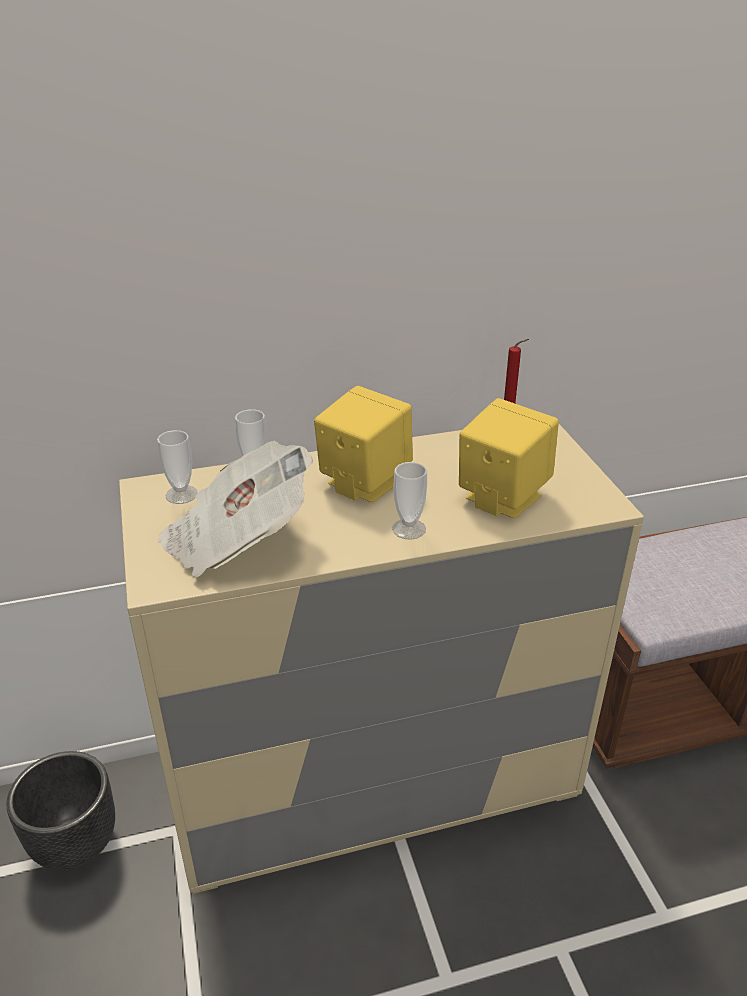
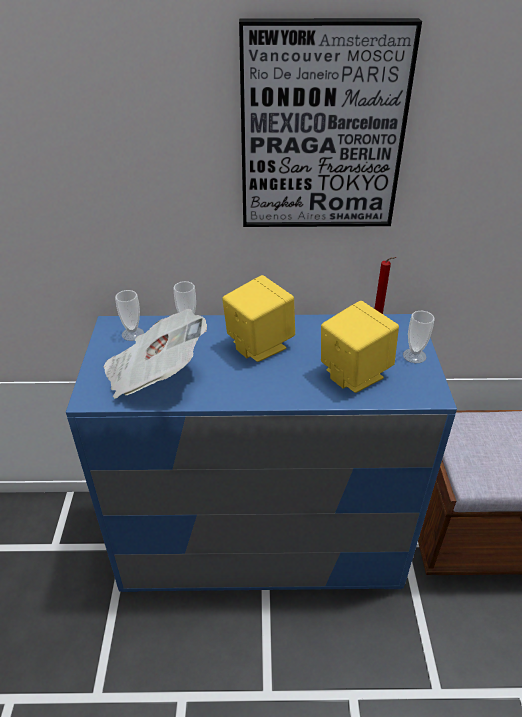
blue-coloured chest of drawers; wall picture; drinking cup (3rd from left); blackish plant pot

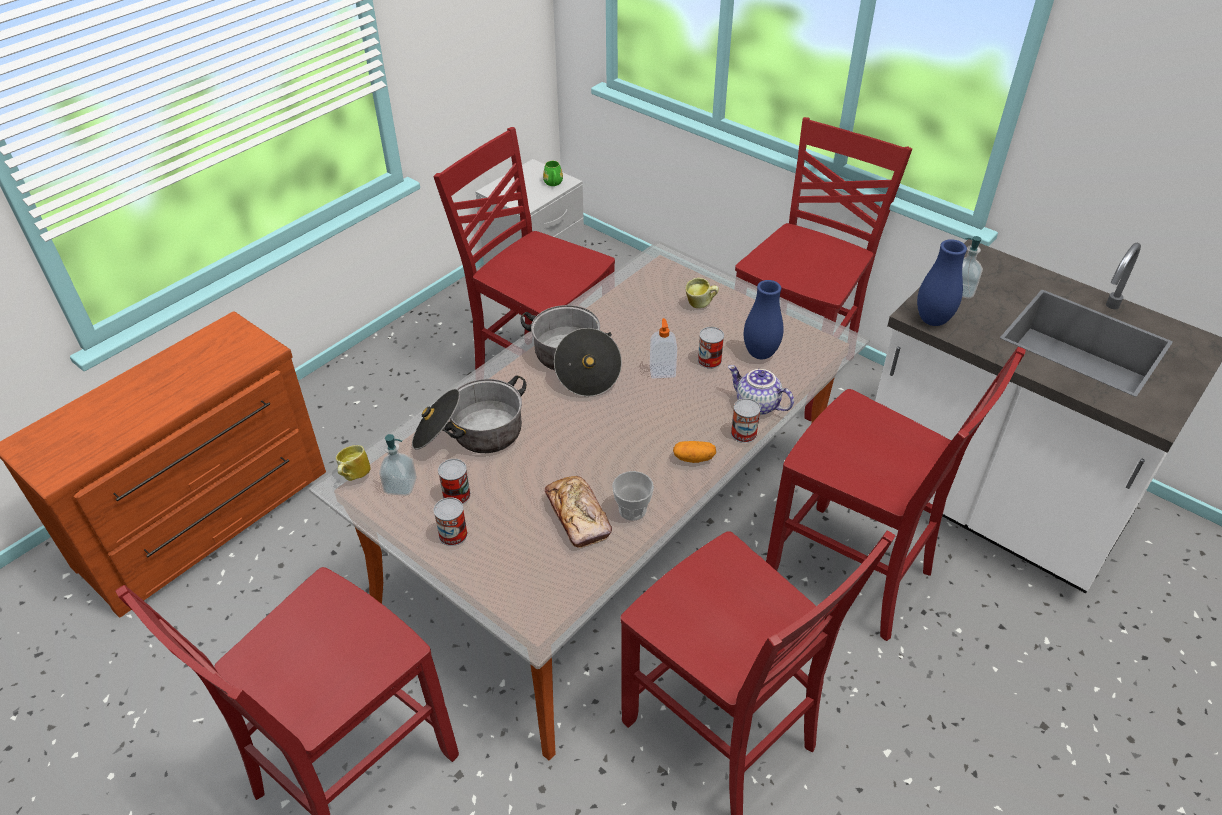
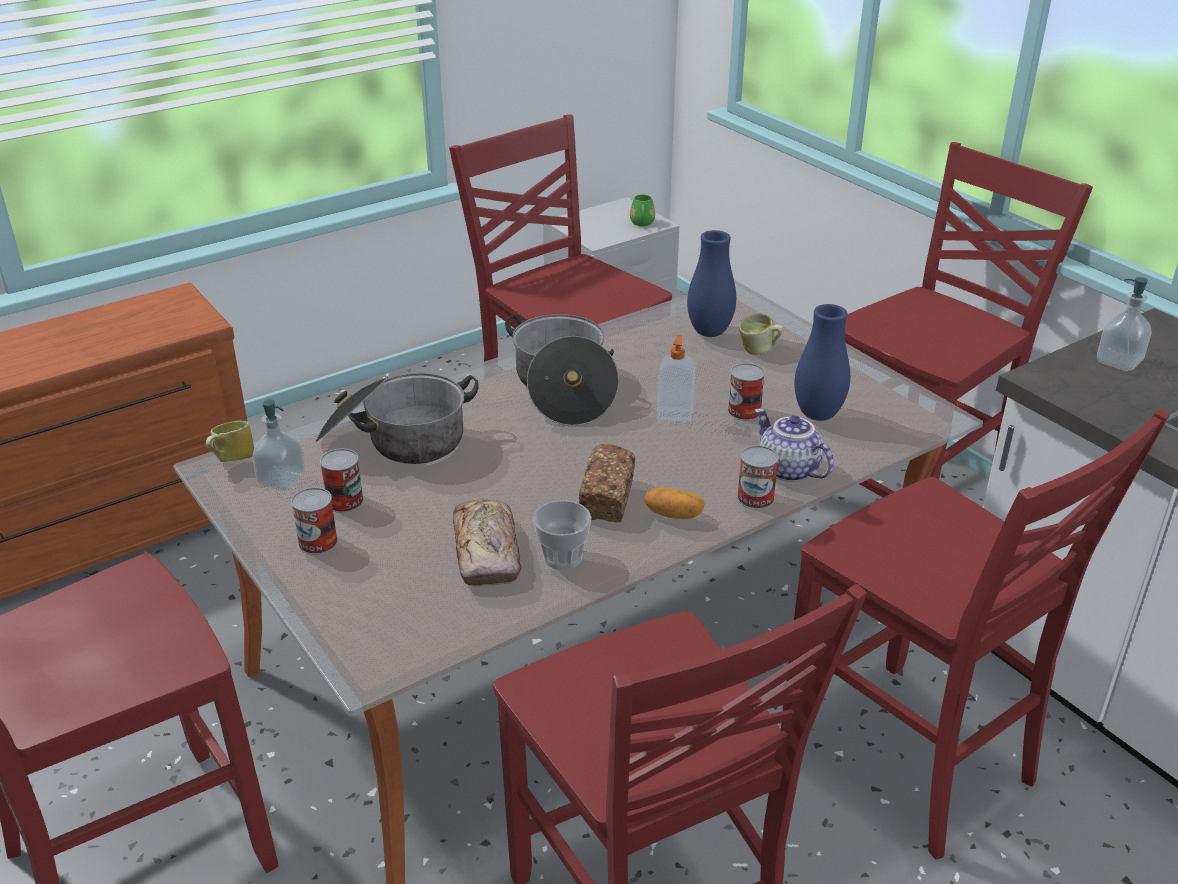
bread (2nd from left); blue-coloured vase (1st from left)

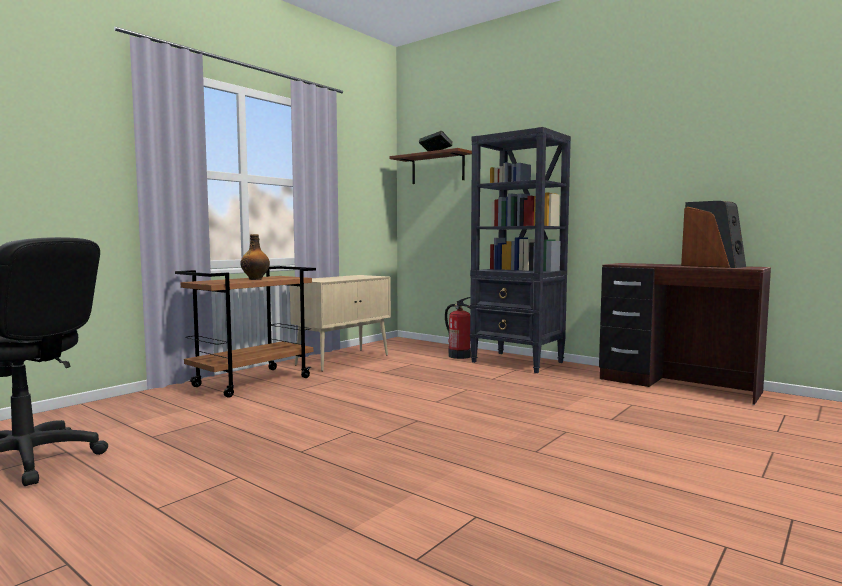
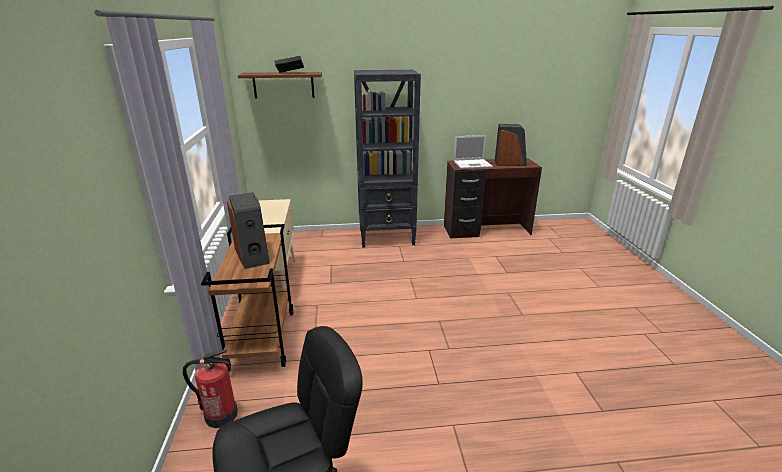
fire extinguisher; audio speaker (1st from left); notebook computer

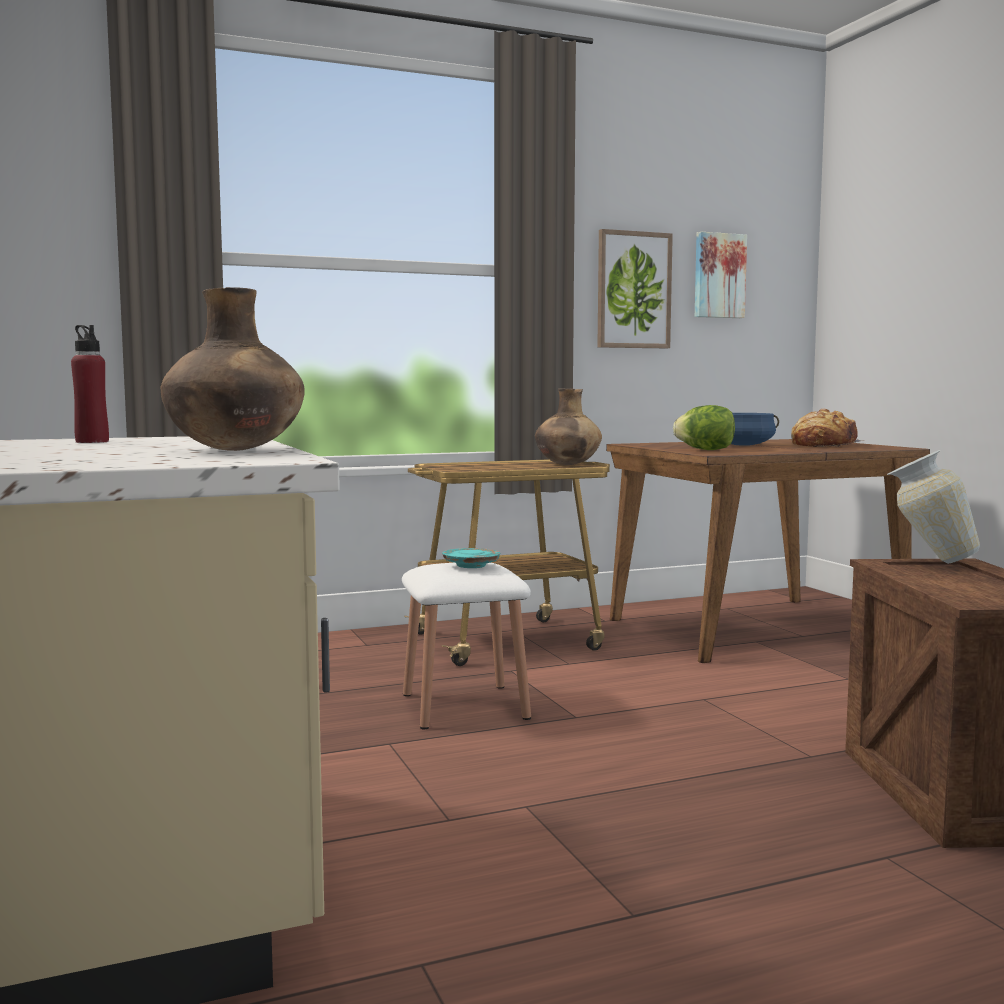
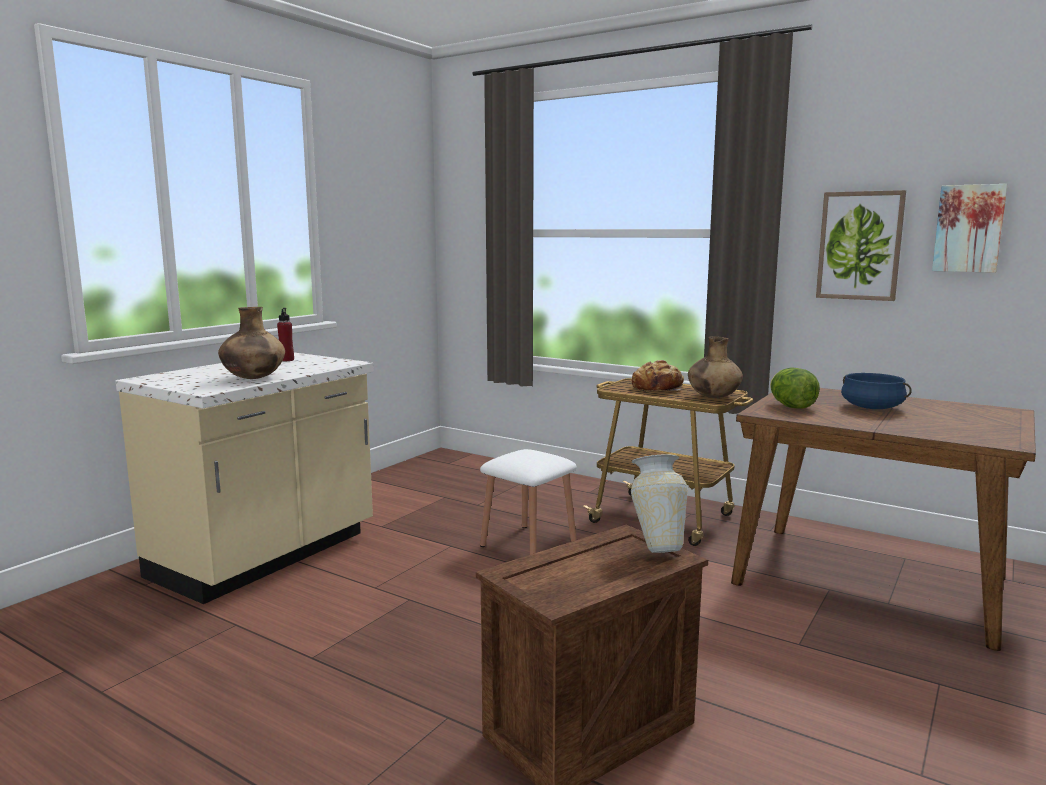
bread; turquoise-coloured dinner plate

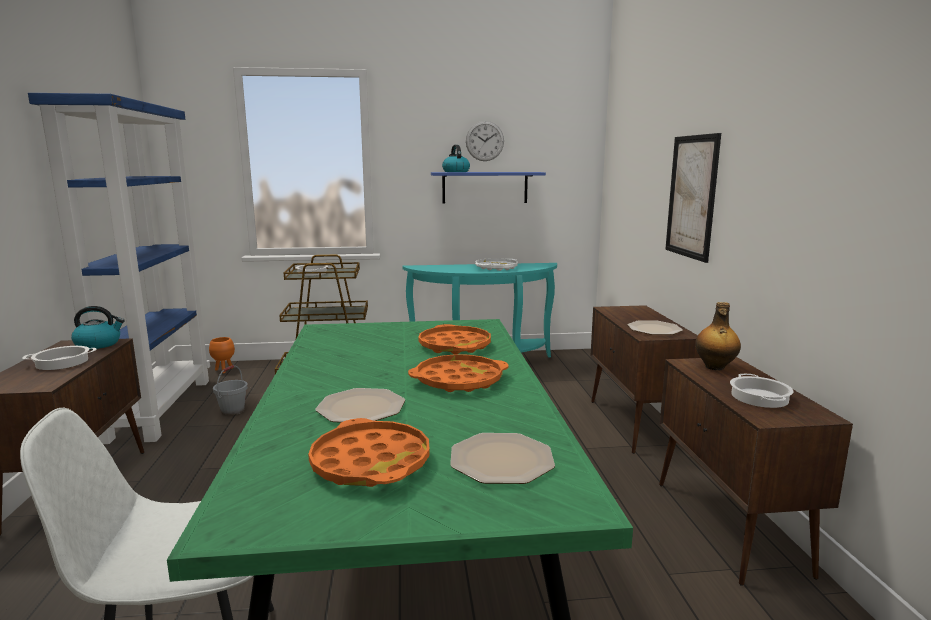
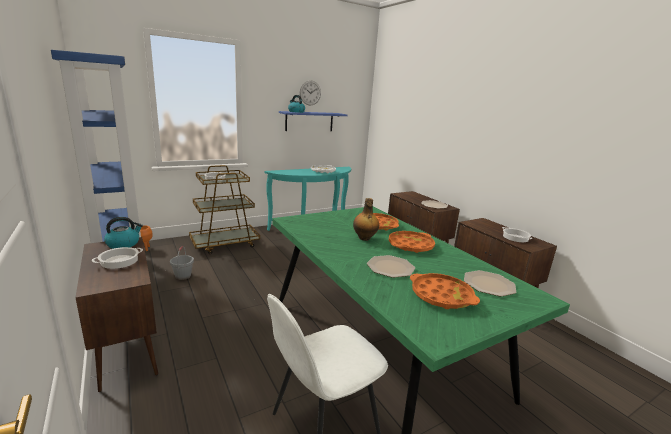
drink bottle; wall picture

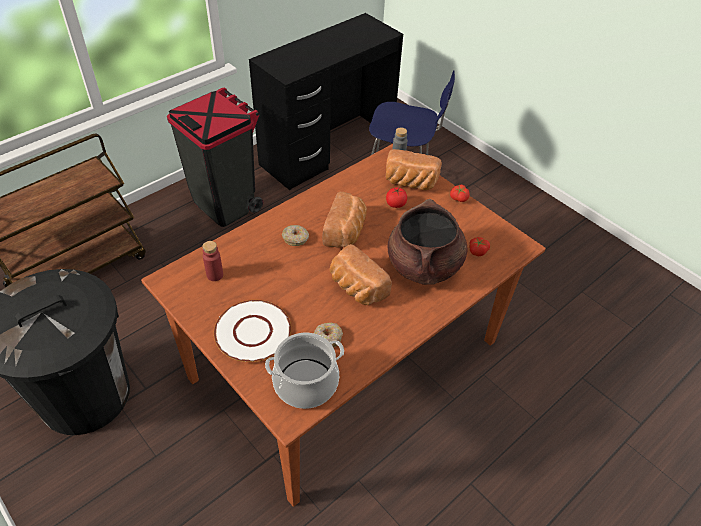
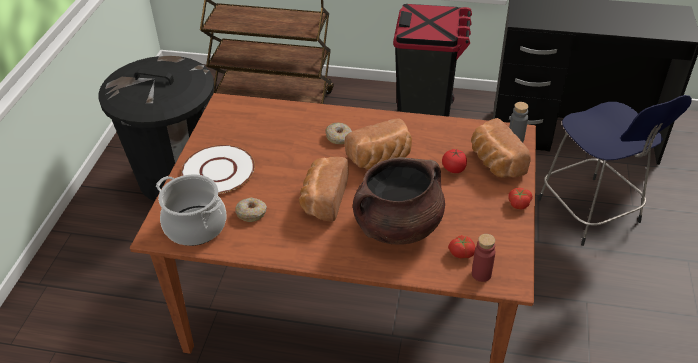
reddish drink bottle

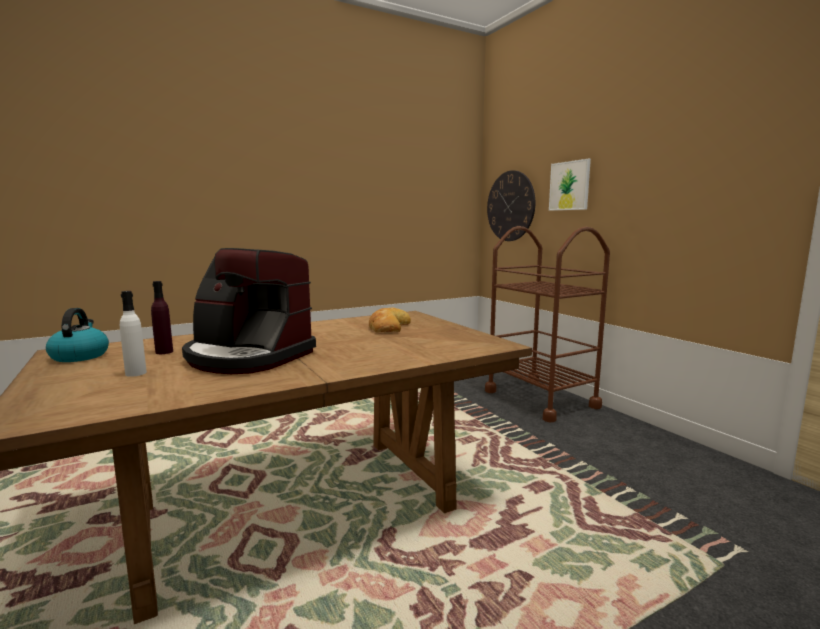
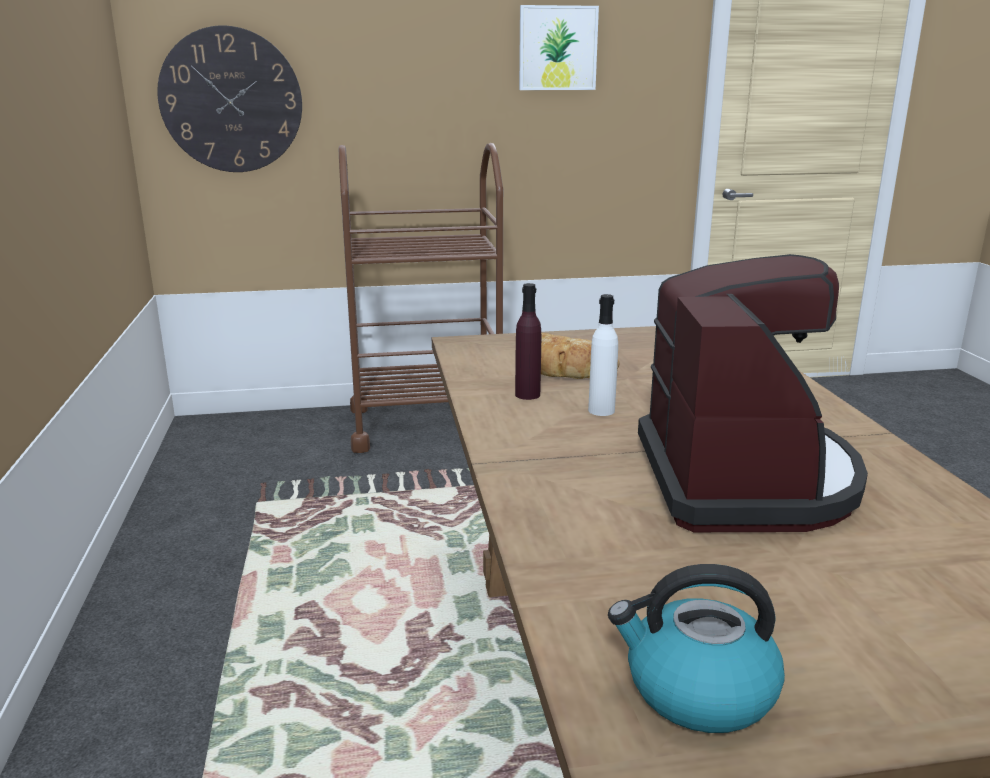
purple-coloured drink bottle; wall picture; white drink bottle; coffee brewer

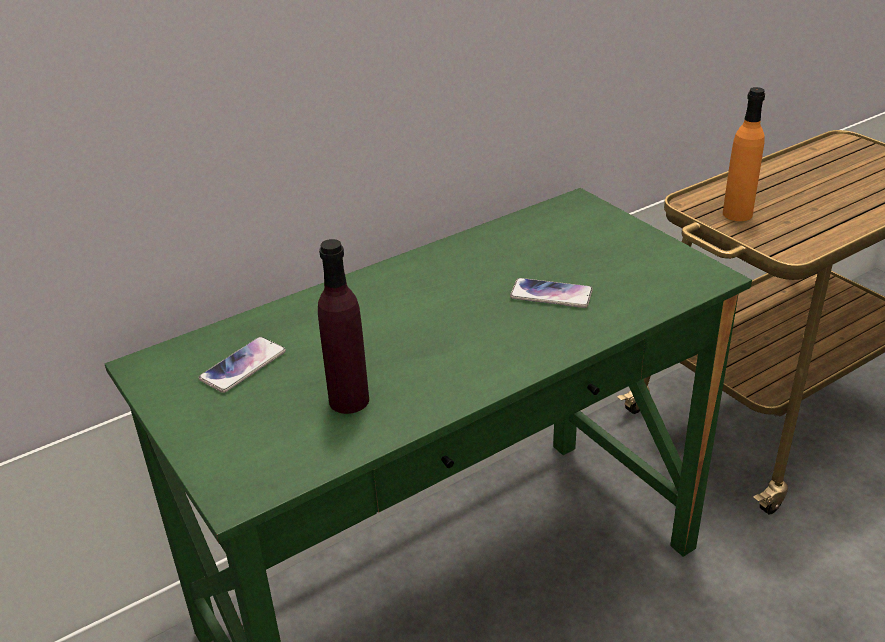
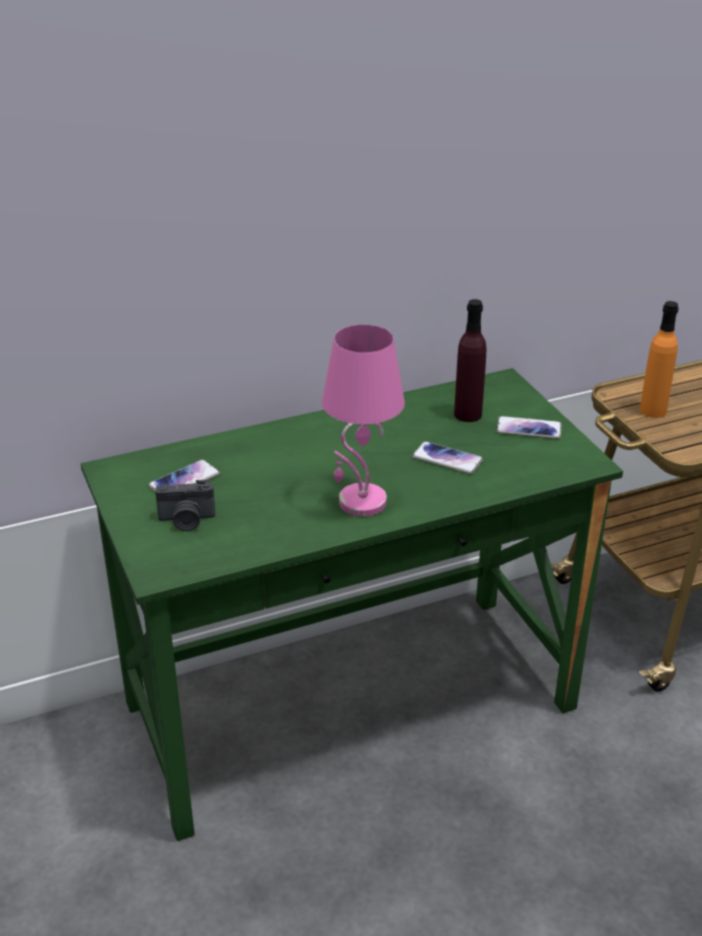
still camera; pink table lamp; purple-coloured drink bottle; handset (3rd from left)

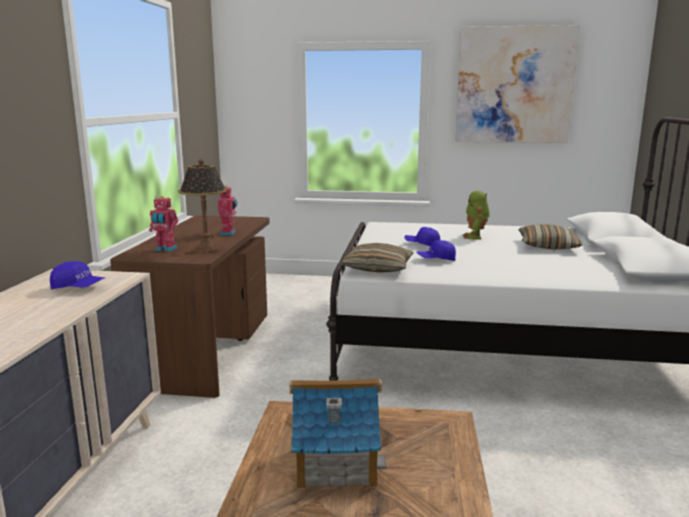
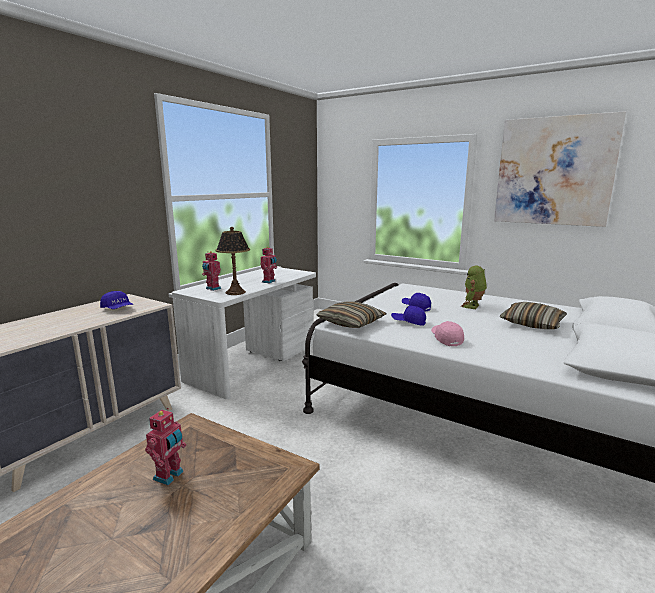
robot figure (1st from left); white desk unit; pink baseball cap

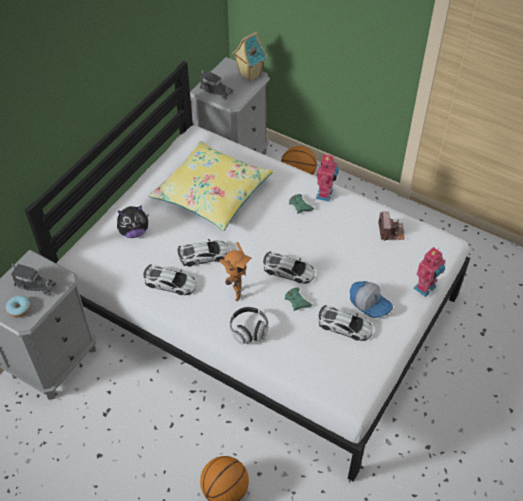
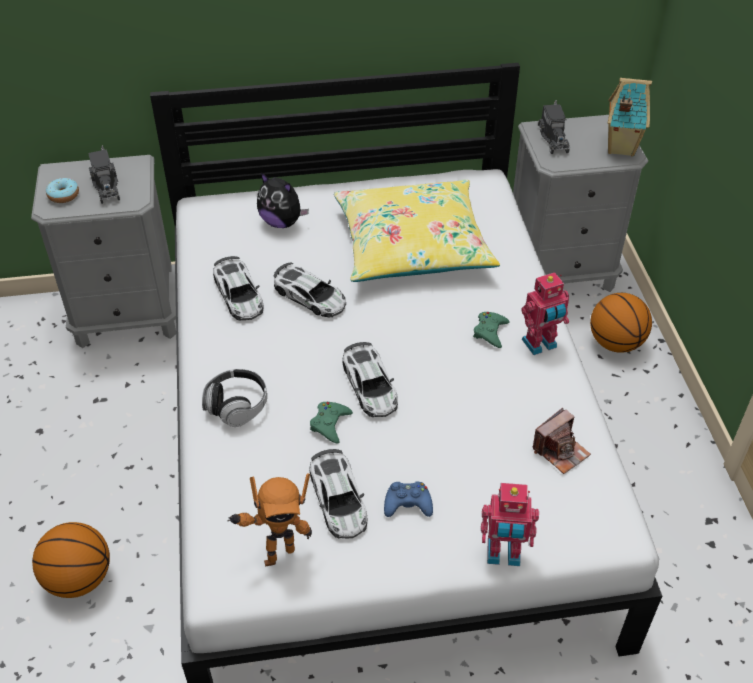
robot figure (1st from left); blue-coloured game controller

